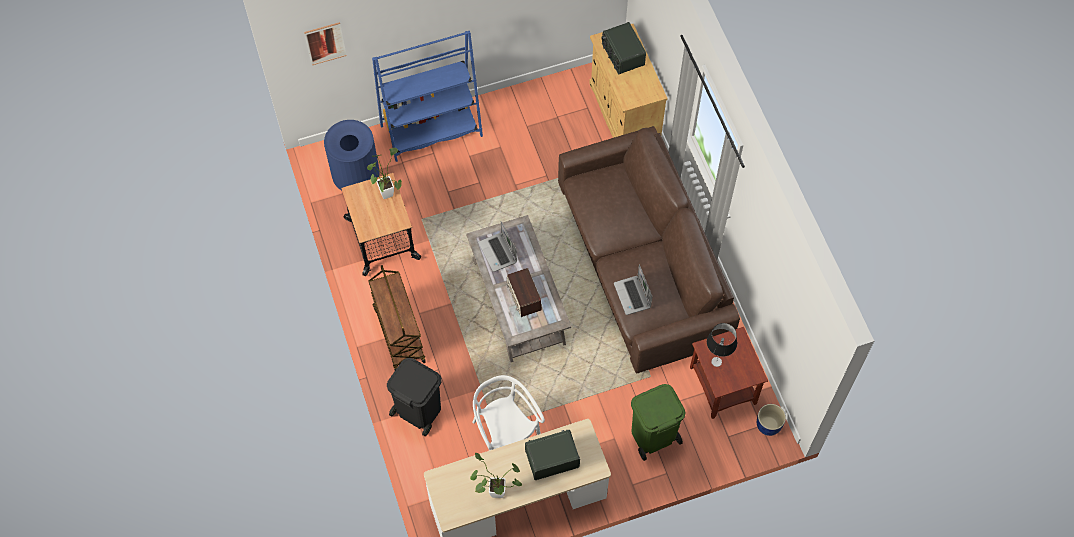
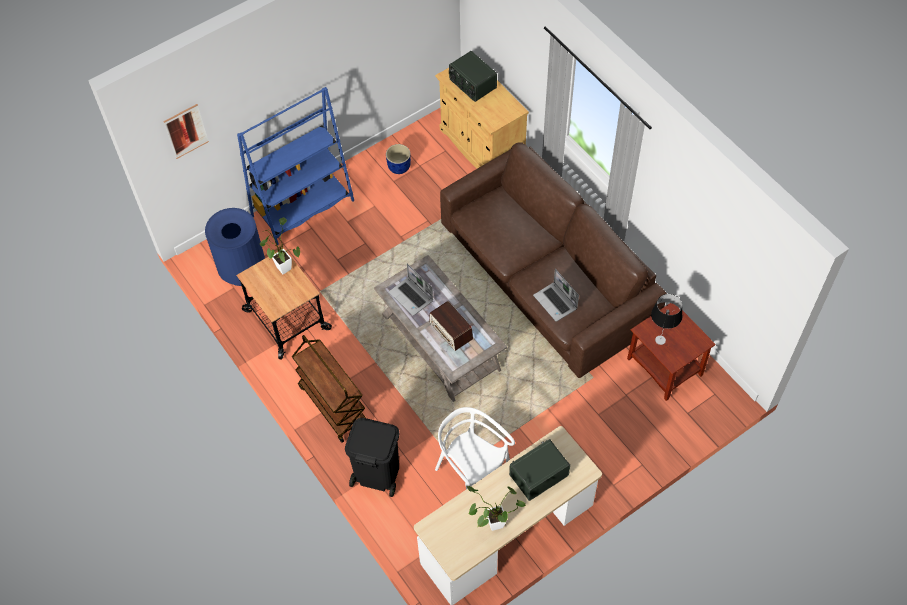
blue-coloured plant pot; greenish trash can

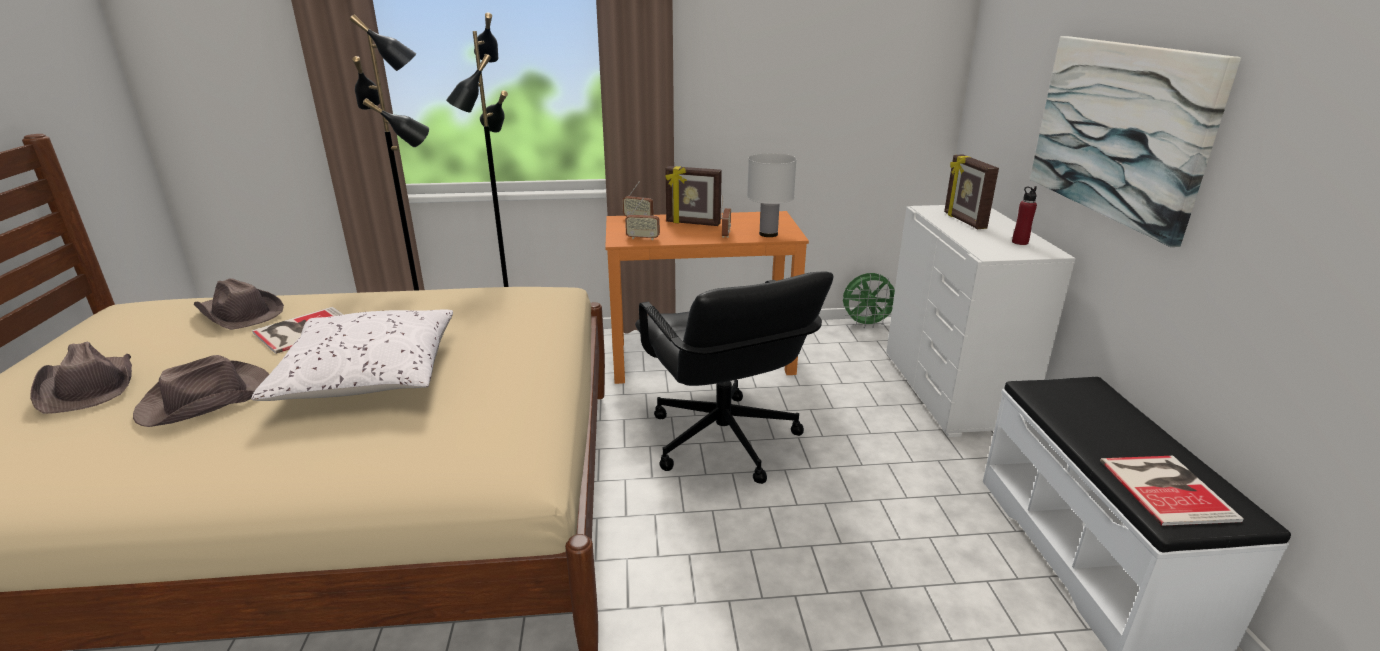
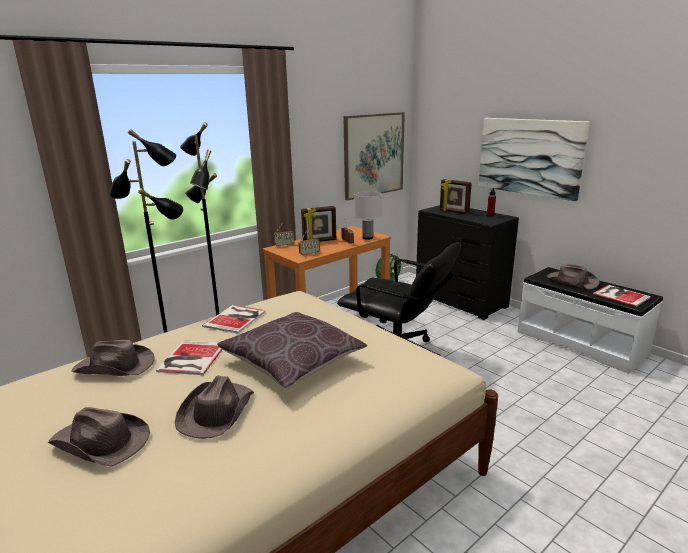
bound book (2nd from left); brownish cushion; wall picture (1st from left); blackish chest of drawers; brownish wearable hat (4th from left)

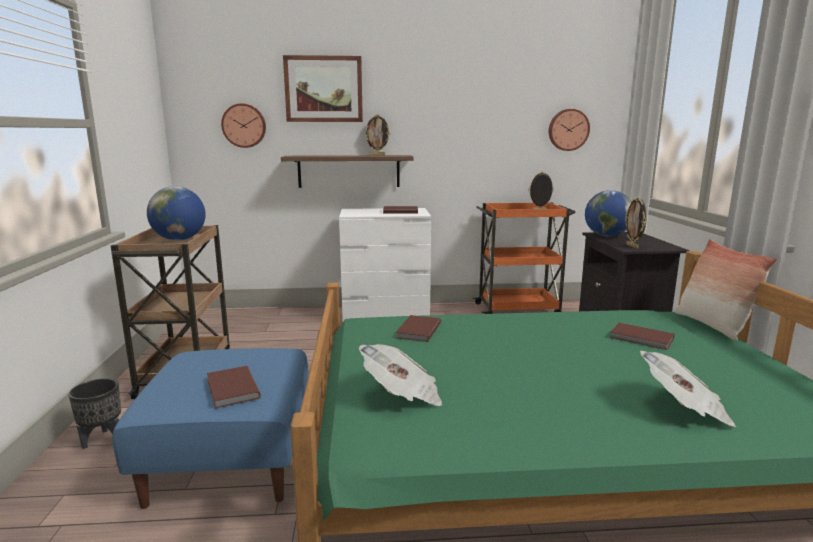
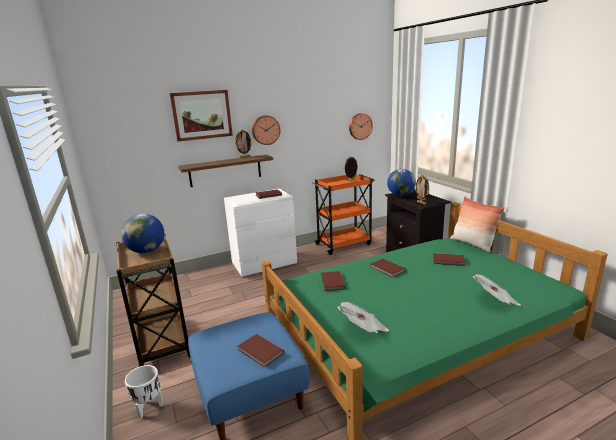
white plant pot; wall clock (1st from left); brownish bound book (4th from left)

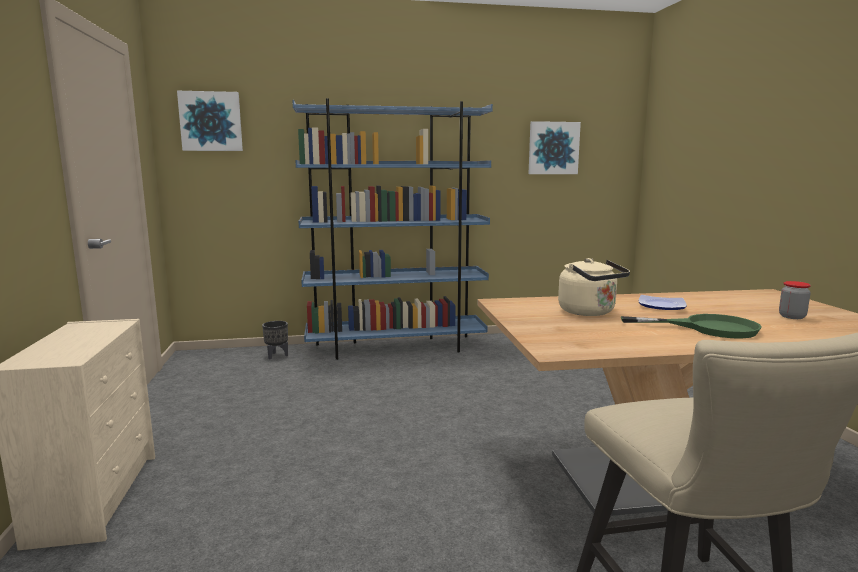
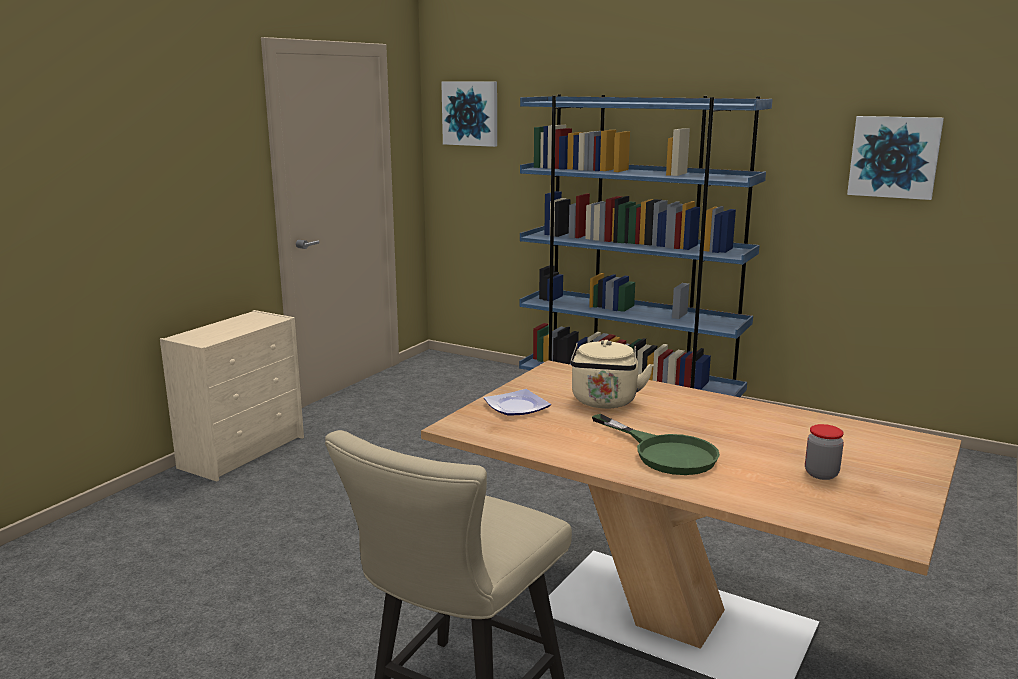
dinner plate; blackish plant pot

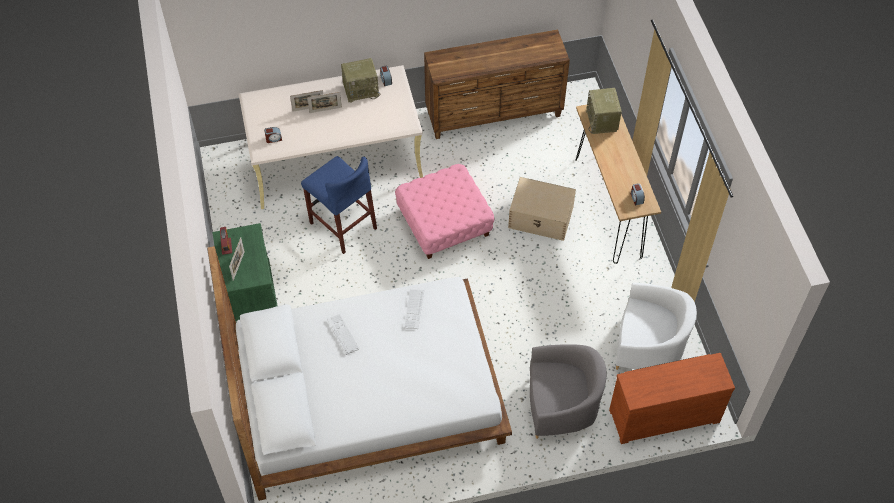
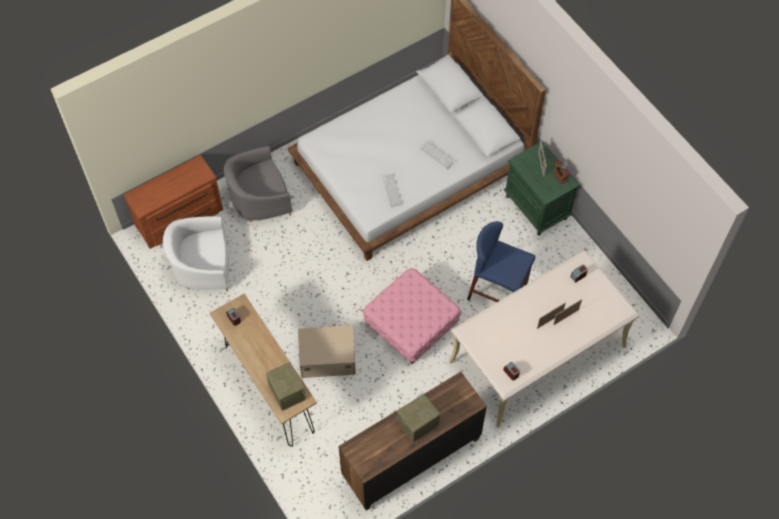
radio (2nd from left)

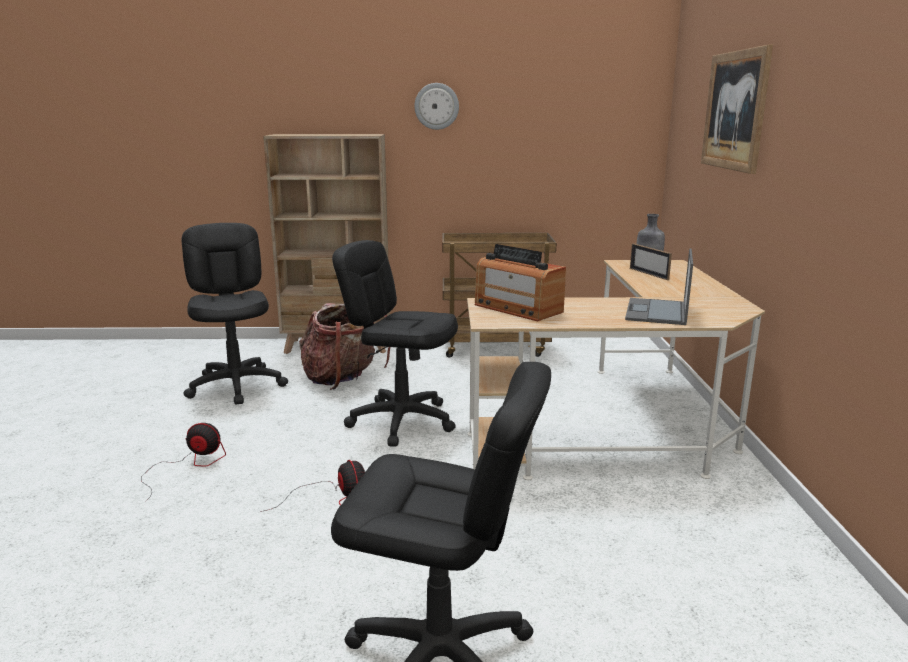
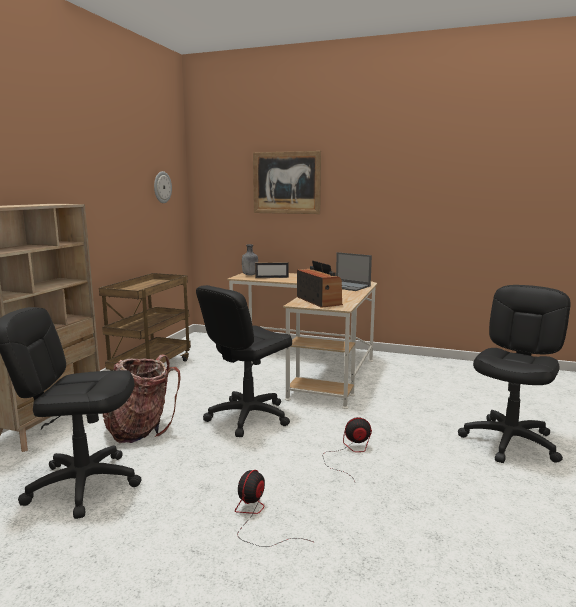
wall clock; radio

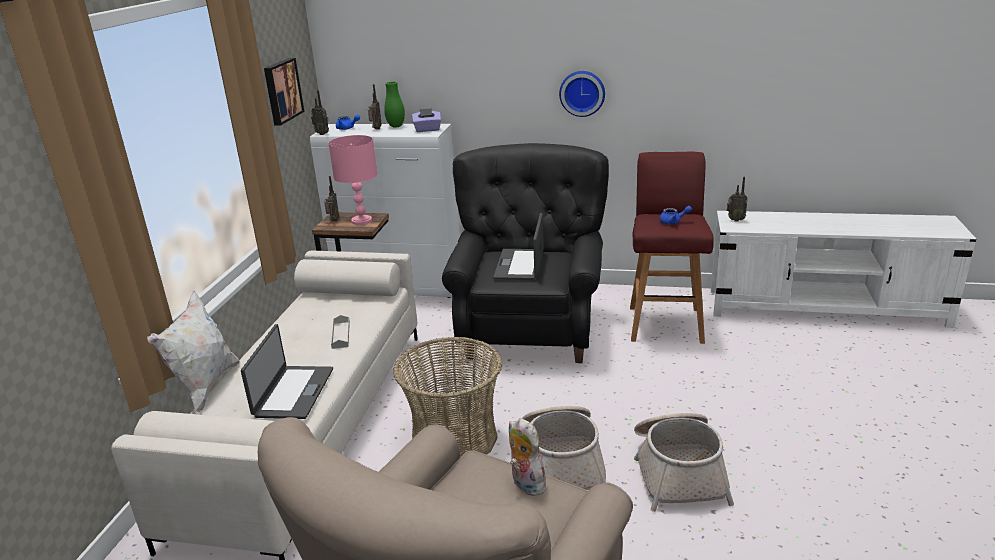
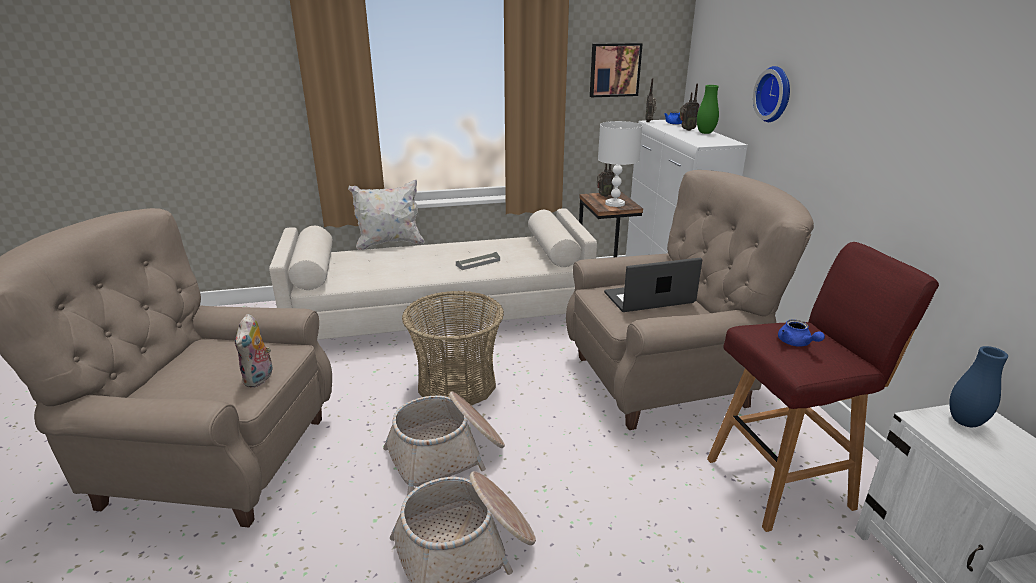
cuddly toy; beige-coloured lounge chair (2nd from left); white table lamp; wall clock; blue-coloured vase; notebook computer (1st from left in the first image); purple-coloured box of tissues

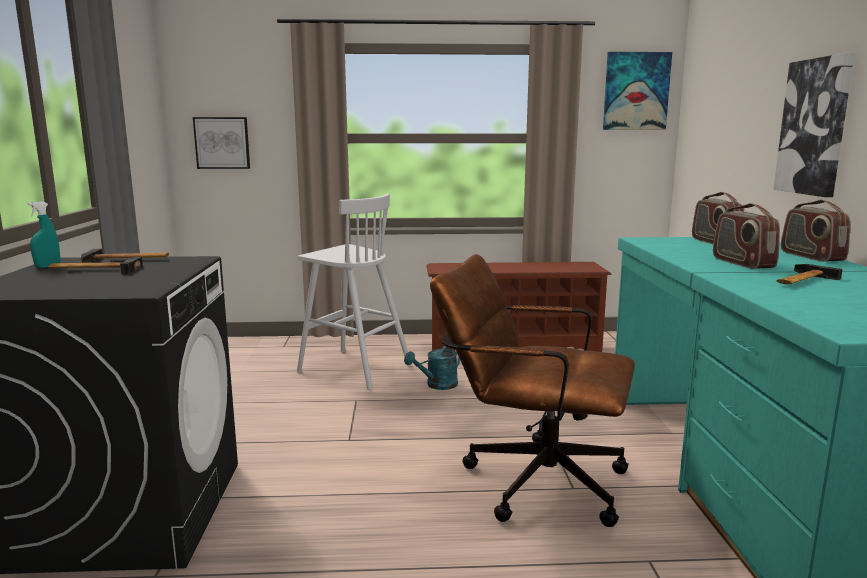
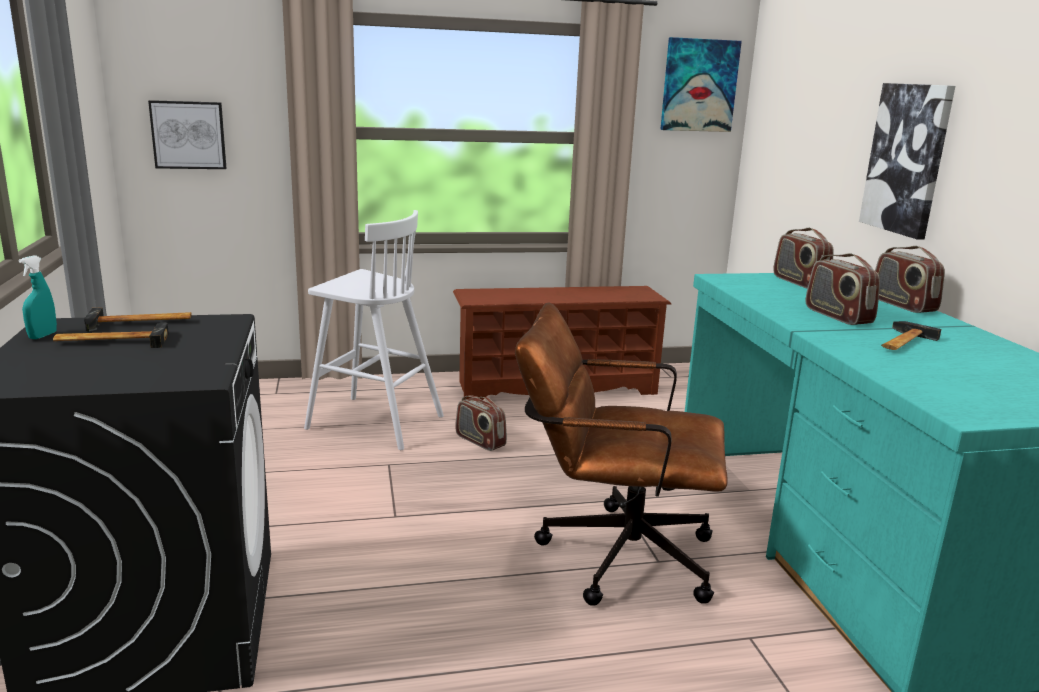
radio (1st from left)

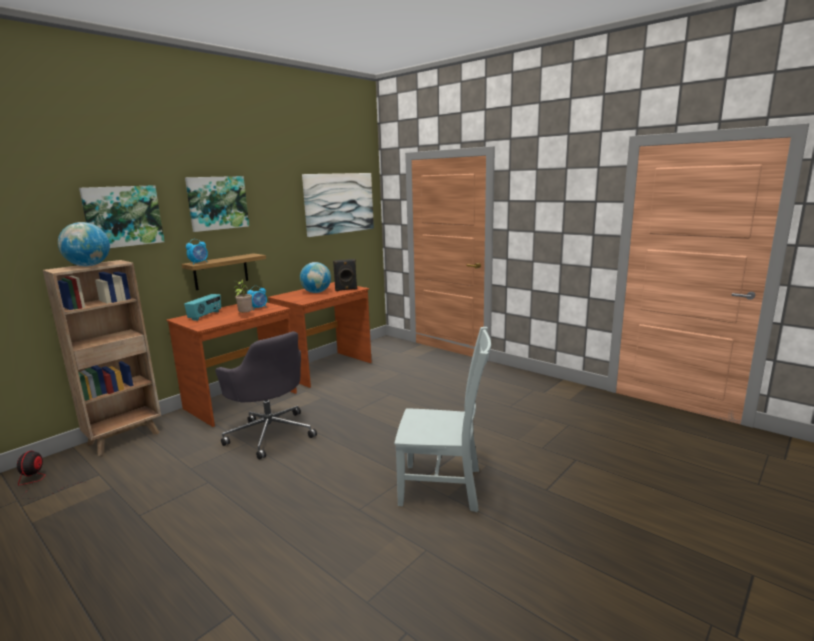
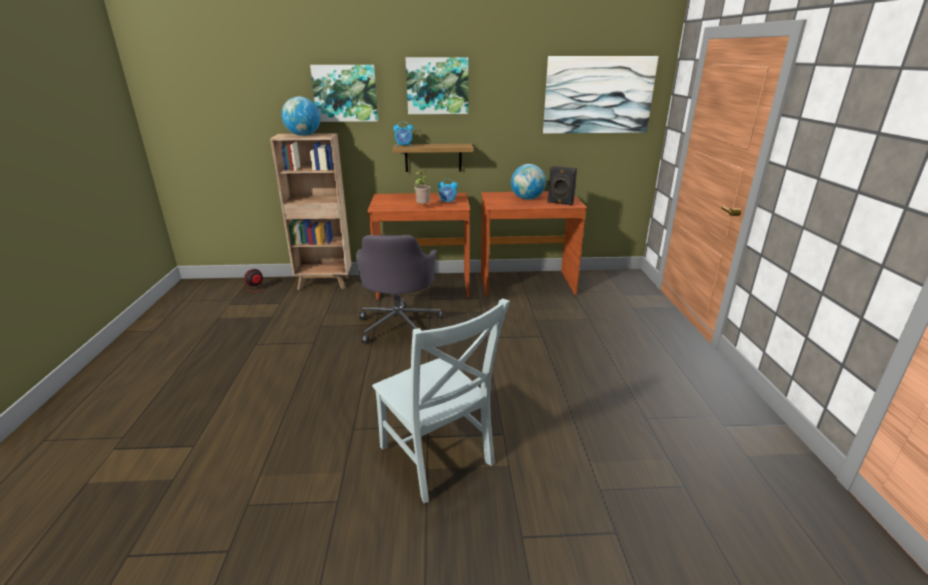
radio

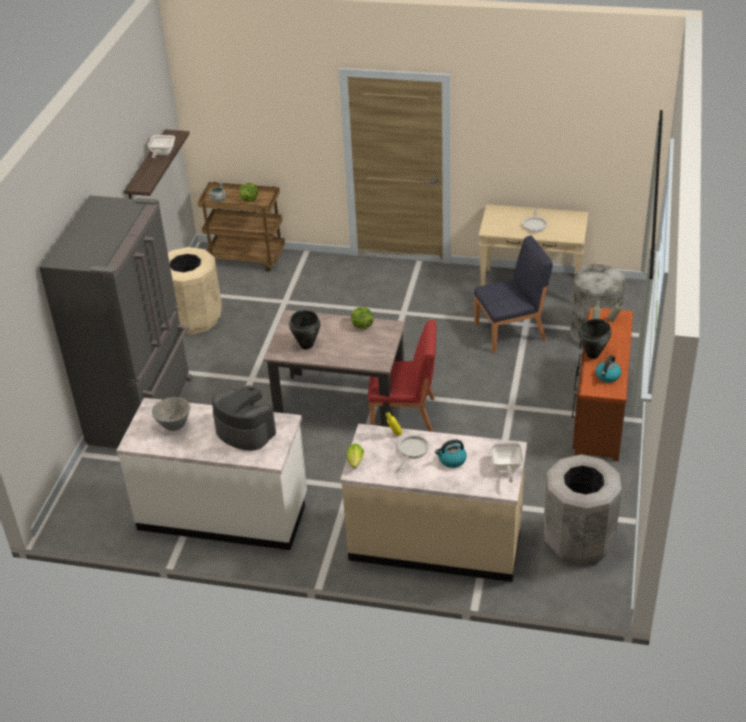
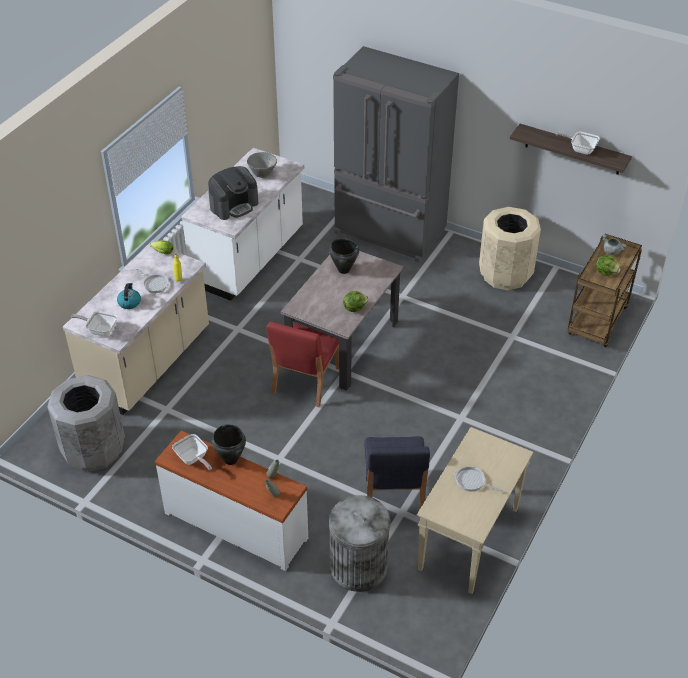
white chest of drawers; pan (3rd from left)

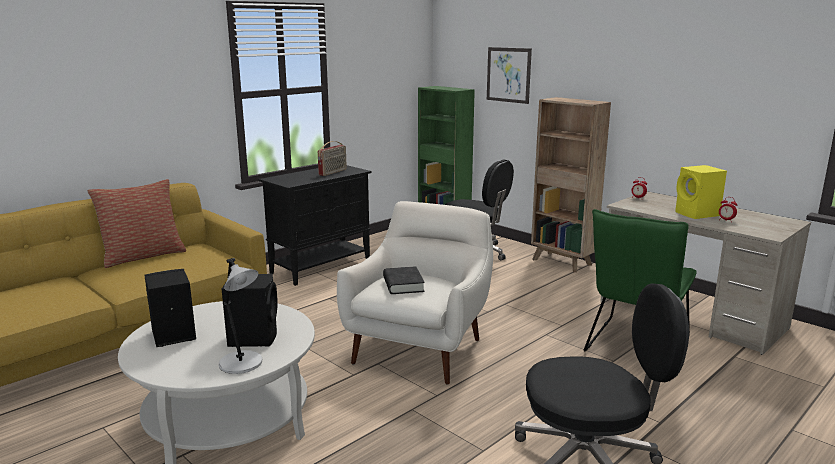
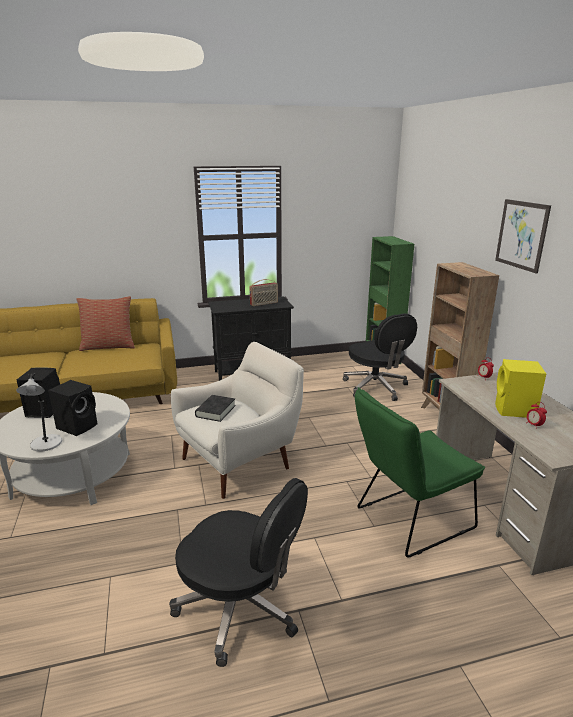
wall picture

